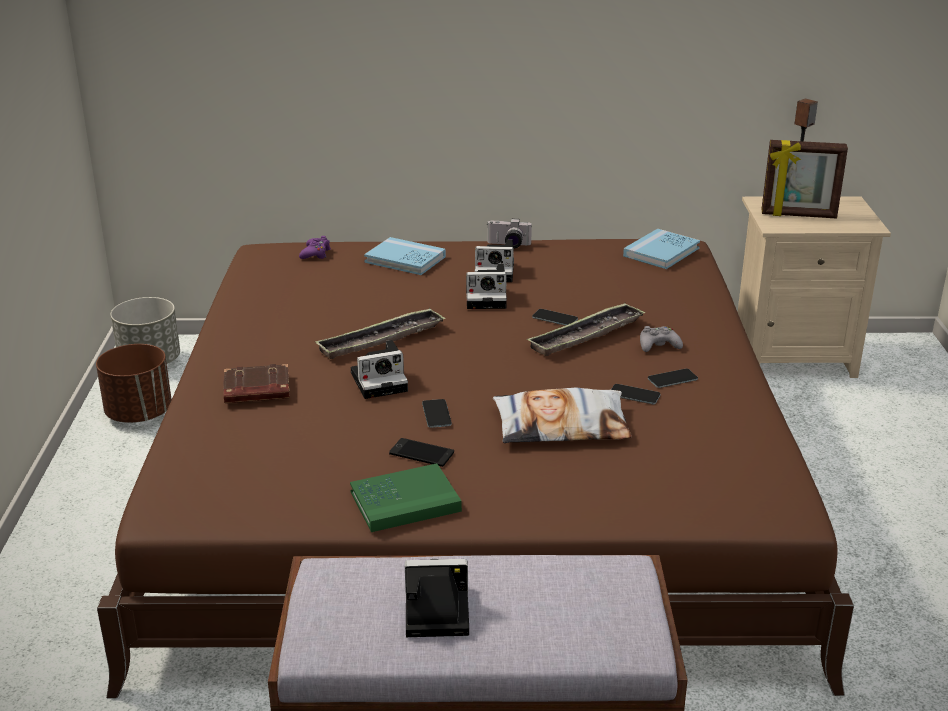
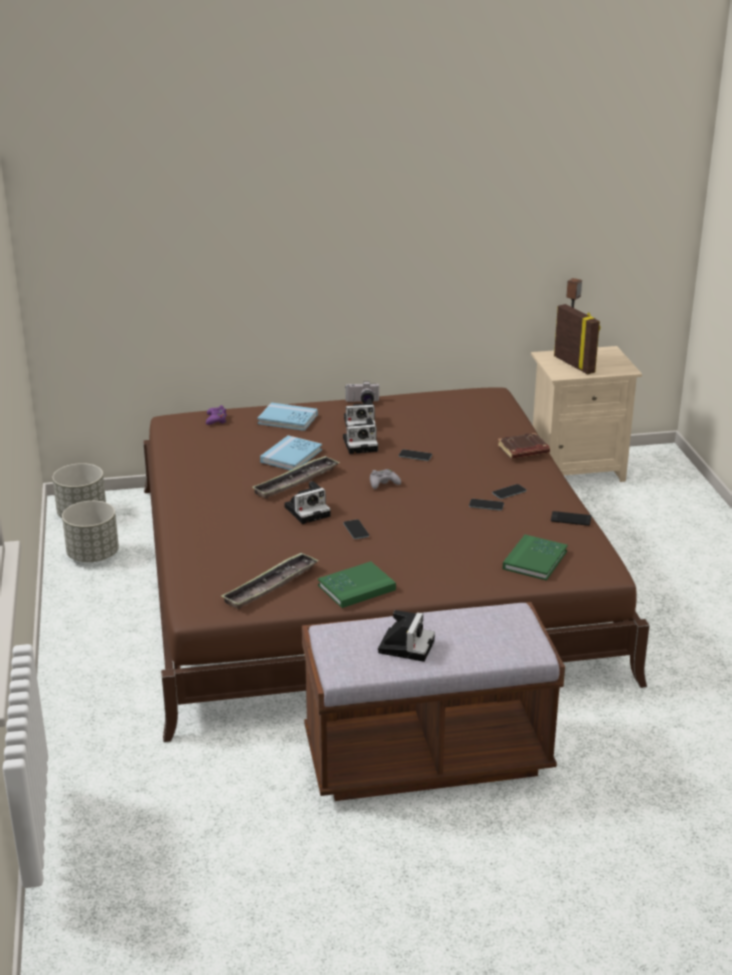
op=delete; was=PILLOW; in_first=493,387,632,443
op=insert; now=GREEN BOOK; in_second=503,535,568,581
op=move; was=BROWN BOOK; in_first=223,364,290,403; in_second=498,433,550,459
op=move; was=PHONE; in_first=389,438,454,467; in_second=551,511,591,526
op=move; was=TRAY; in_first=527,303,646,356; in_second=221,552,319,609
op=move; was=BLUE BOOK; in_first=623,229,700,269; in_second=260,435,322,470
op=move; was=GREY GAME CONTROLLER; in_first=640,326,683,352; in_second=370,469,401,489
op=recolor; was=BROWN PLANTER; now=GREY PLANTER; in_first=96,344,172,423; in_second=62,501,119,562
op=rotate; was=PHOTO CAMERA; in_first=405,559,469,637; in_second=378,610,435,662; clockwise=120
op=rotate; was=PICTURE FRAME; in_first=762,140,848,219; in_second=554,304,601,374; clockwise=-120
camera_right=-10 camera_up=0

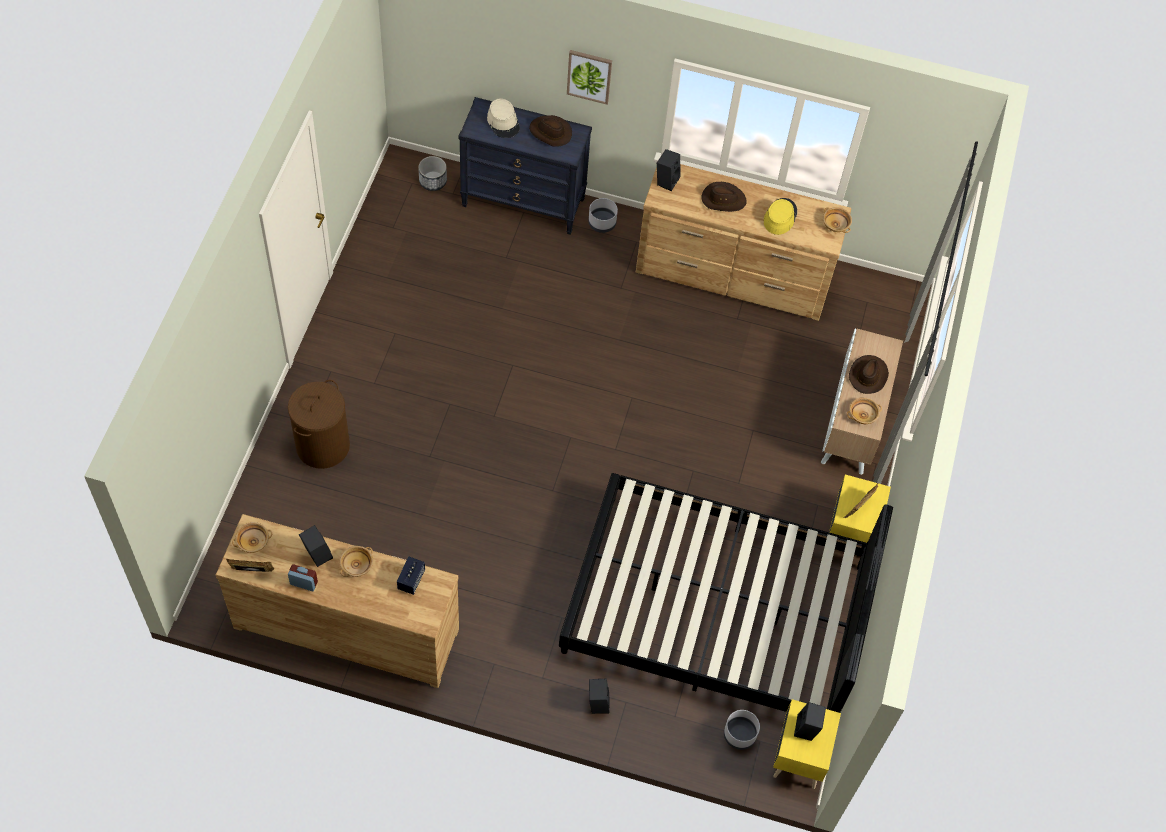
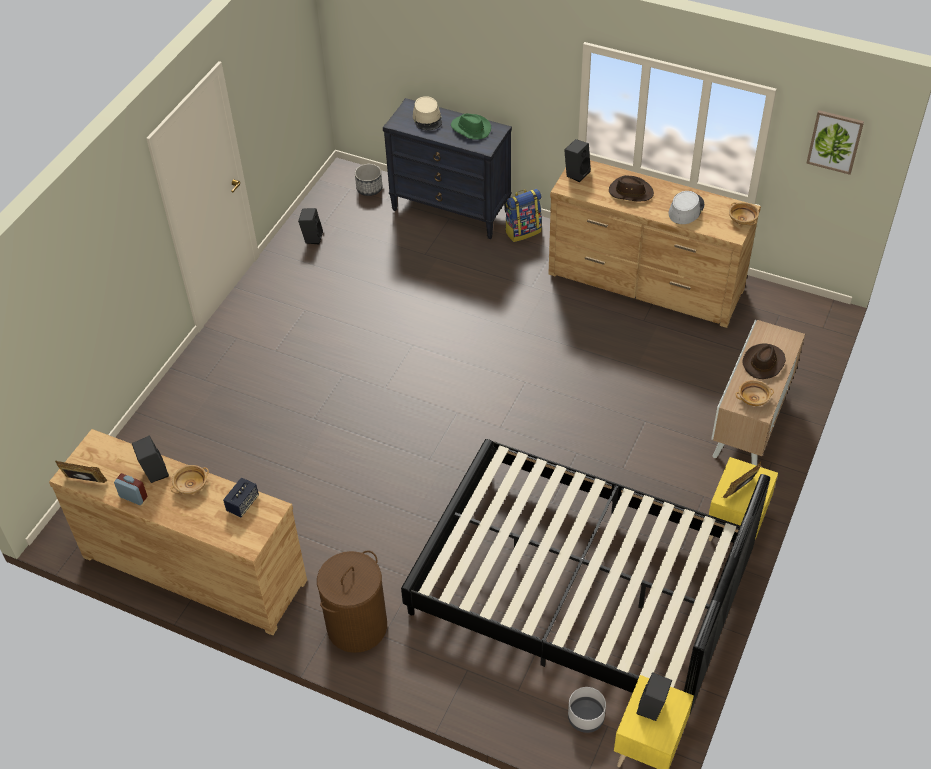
op=delete; was=BEIGE BOWL; in_first=232,522,272,553
op=move; was=BROWN LAUNDRY BASKET; in_first=288,380,350,469; in_second=317,550,387,653
op=move; was=PICTURE; in_first=567,50,612,105; in_second=807,110,864,175
op=move; was=BLACK SPEAKER; in_first=589,679,610,714; in_second=298,208,323,244
op=replace; was=GREY PLANTER; now=BACKPACK; in_first=588,198,618,233; in_second=505,189,542,242
op=recolor; was=BROWN HAT; now=GREEN HAT; in_first=529,115,572,147; in_second=451,113,491,139
op=recolor; was=YELLOW HAT; now=GREY HAT; in_first=764,198,797,235; in_second=668,191,704,224
camera_right=15 camera_up=-10

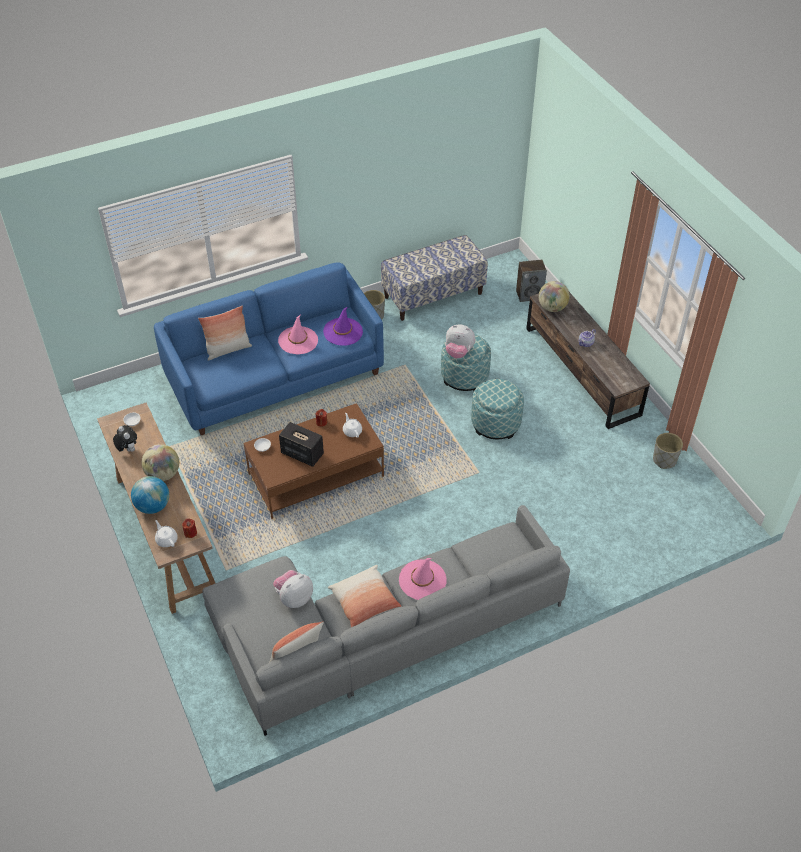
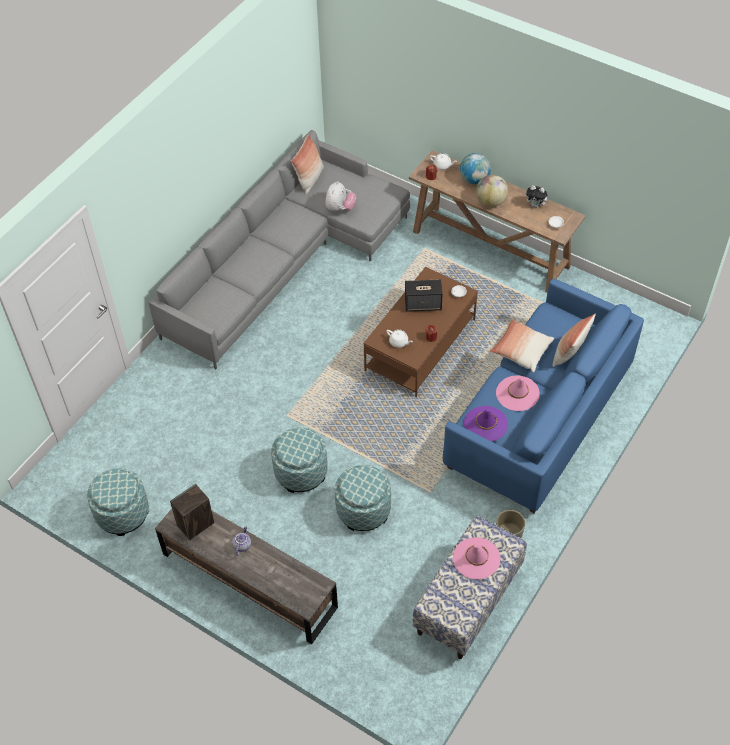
op=delete; was=PLUSH TOY; in_first=445,325,475,359
op=delete; was=GLOBE; in_first=539,281,570,312
op=move; was=PILLOW; in_first=328,565,402,627; in_second=490,319,554,372
op=move; was=PINK HAT; in_first=399,558,447,600; in_second=453,537,500,579
op=move; was=SPEAKER; in_first=516,260,547,302; in_second=170,484,214,540
op=replace; was=GREY PLANTER; now=OTTOMAN; in_first=653,433,683,469; in_second=87,468,149,536
camera_right=150 camera_up=5

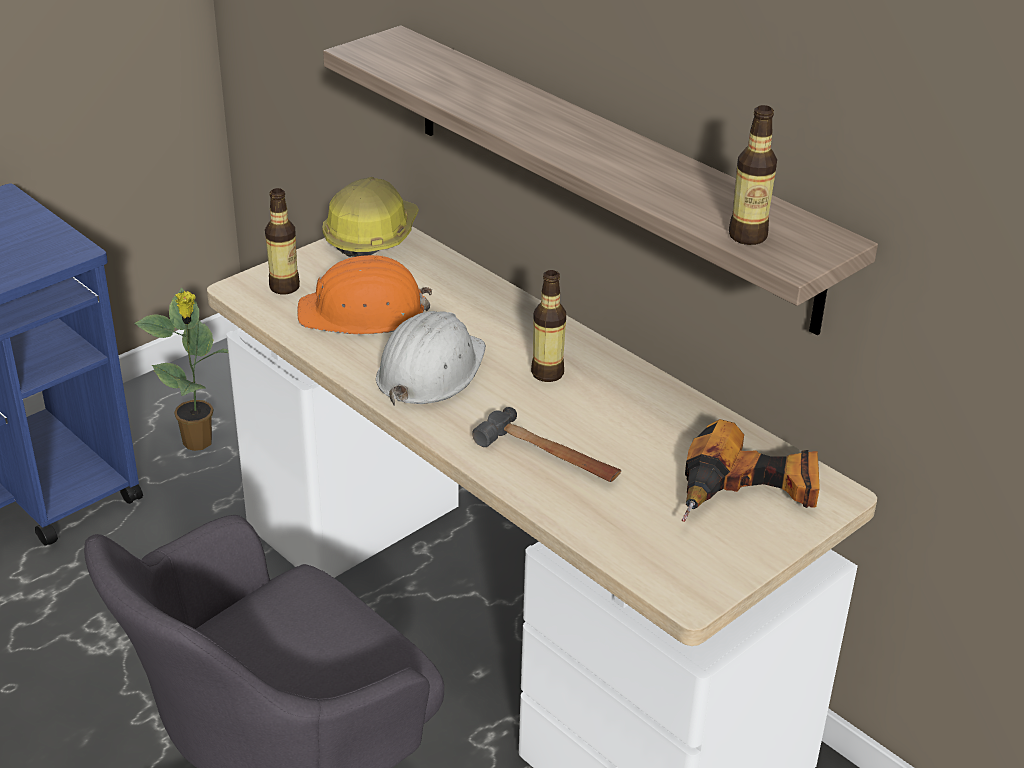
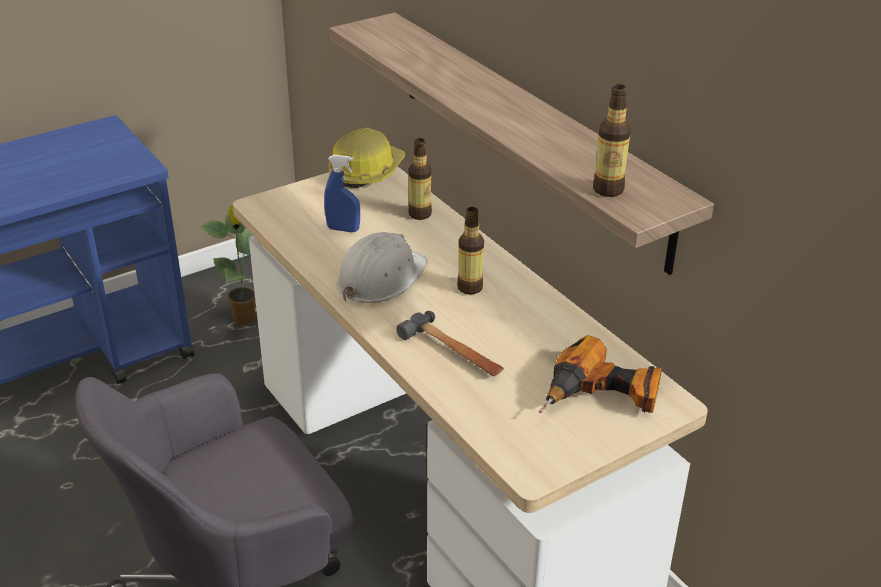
op=move; was=BOTTLE; in_first=265,188,300,294; in_second=408,138,432,220
op=replace; was=ORANGE HARD HAT; now=BLUE SPRAY BOTTLE; in_first=297,255,432,334; in_second=324,155,360,232
camera_right=10 camera_up=0

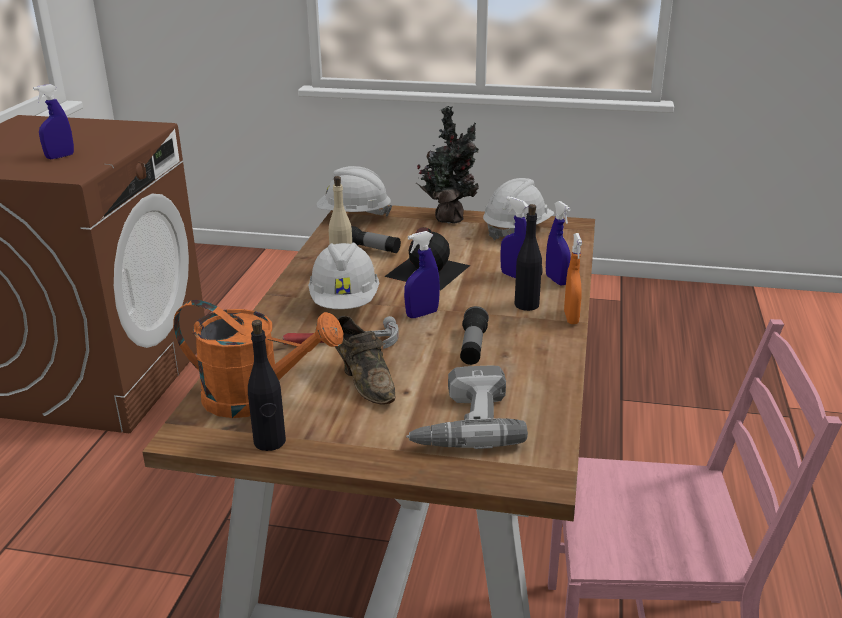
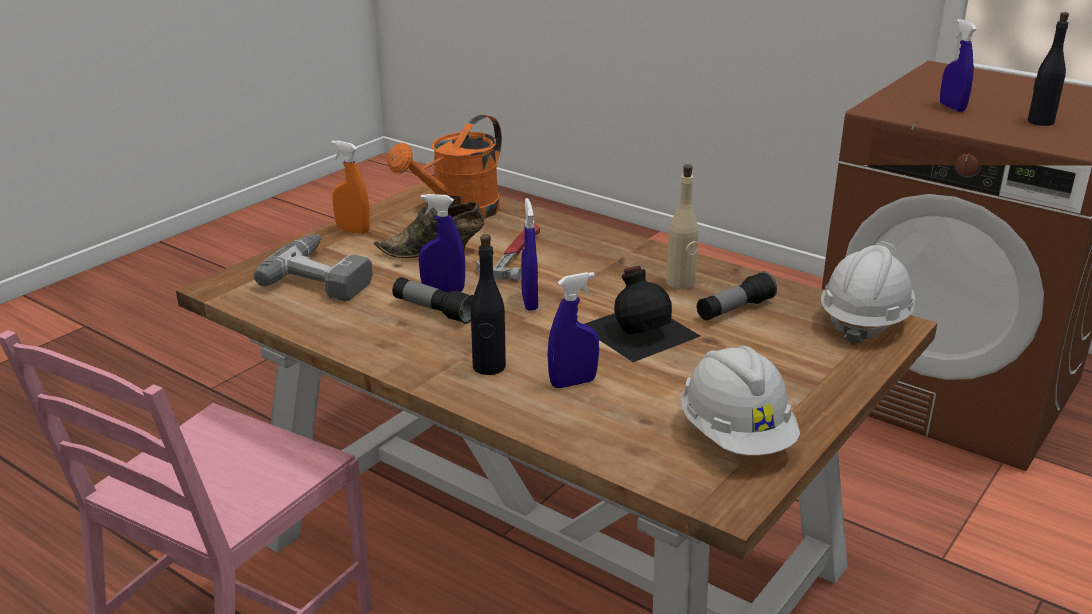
op=delete; was=WHITE HARD HAT; in_first=308,242,379,309
op=delete; was=POTTED PLANT; in_first=415,106,479,224
op=move; was=BLACK BOTTLE; in_first=248,320,286,451; in_second=1028,12,1069,126
op=move; was=BLUE SPRAY BOTTLE; in_first=546,201,571,286; in_second=419,194,465,293
op=move; was=ORANGE SPRAY BOTTLE; in_first=564,233,582,324; in_second=331,140,370,234
camera_right=115 camera_up=0

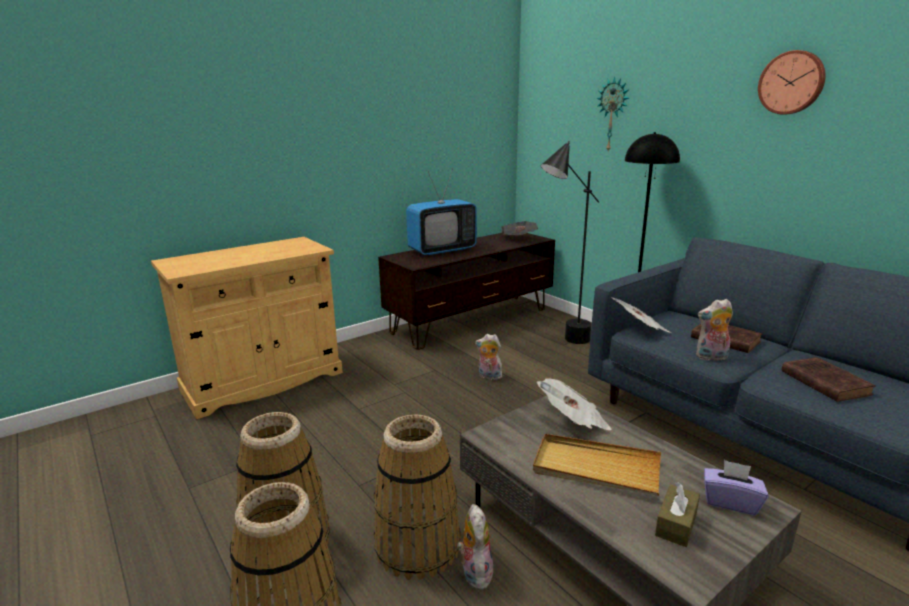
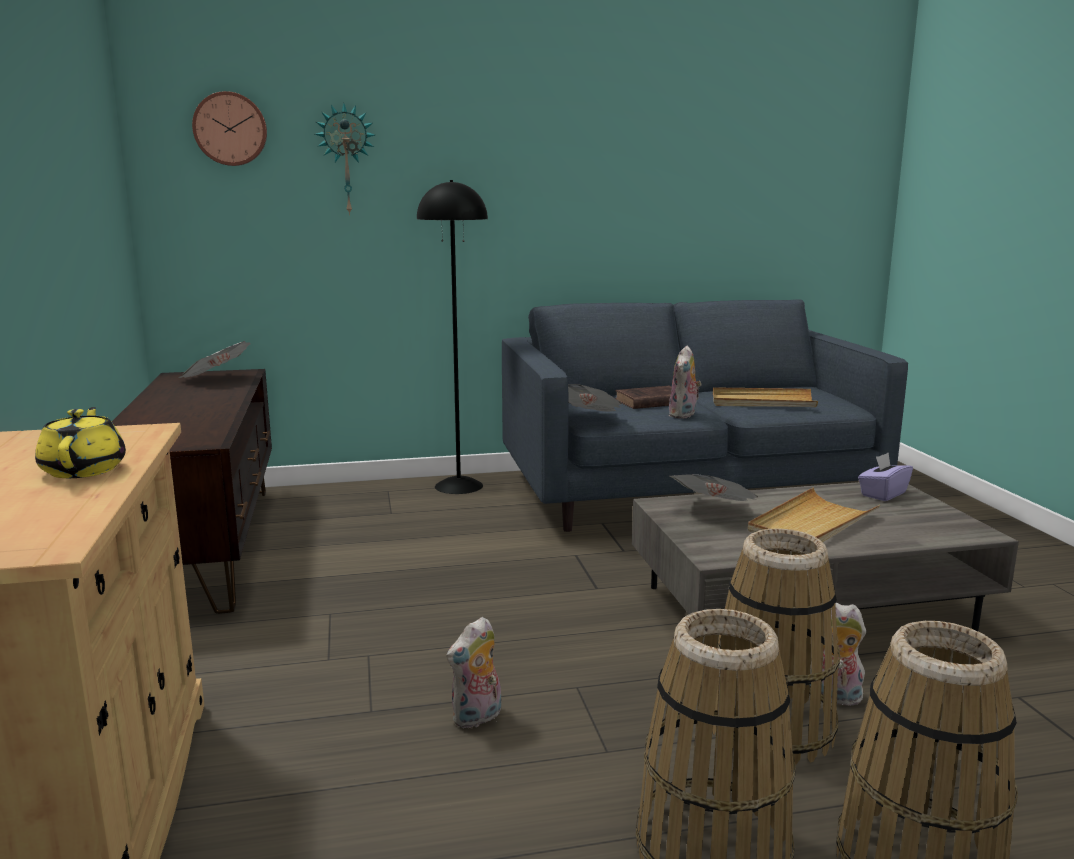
op=delete; was=TELEVISION; in_first=406,169,477,255
op=delete; was=BLACK FLOOR LAMP; in_first=541,141,599,344
op=delete; was=BROWN TISSUE BOX; in_first=655,482,700,547
op=insert; now=YELLOW TEAPOT; in_second=35,407,126,478
op=move; was=PLUSH TOY; in_first=475,334,502,380; in_second=446,617,502,728
op=move; was=WALL CLOCK; in_first=758,50,826,114; in_second=192,91,267,166
op=replace; was=BROWN BOOK; now=BEIGE TRAY; in_first=782,357,876,402; in_second=713,387,818,407
camera_right=-65 camera_up=-5

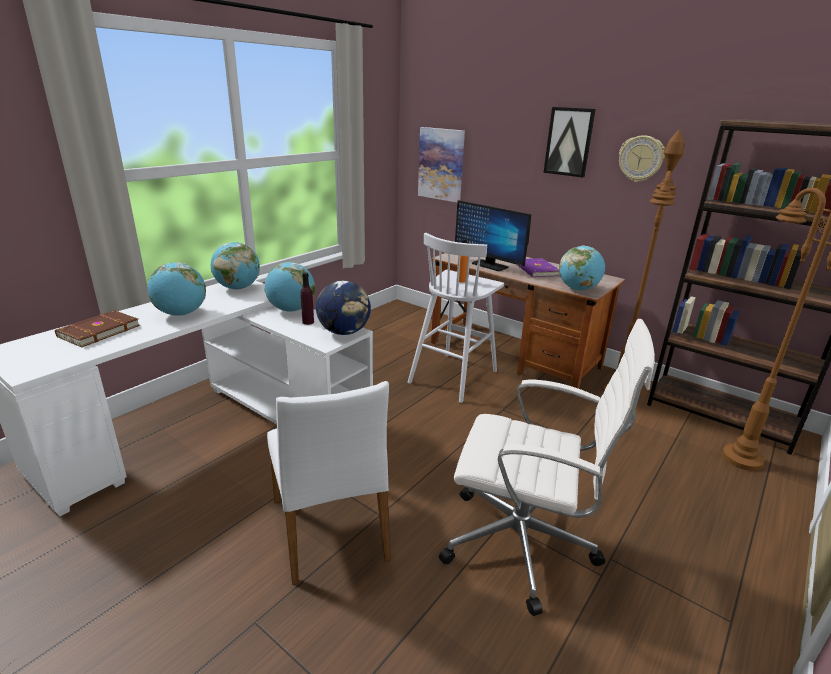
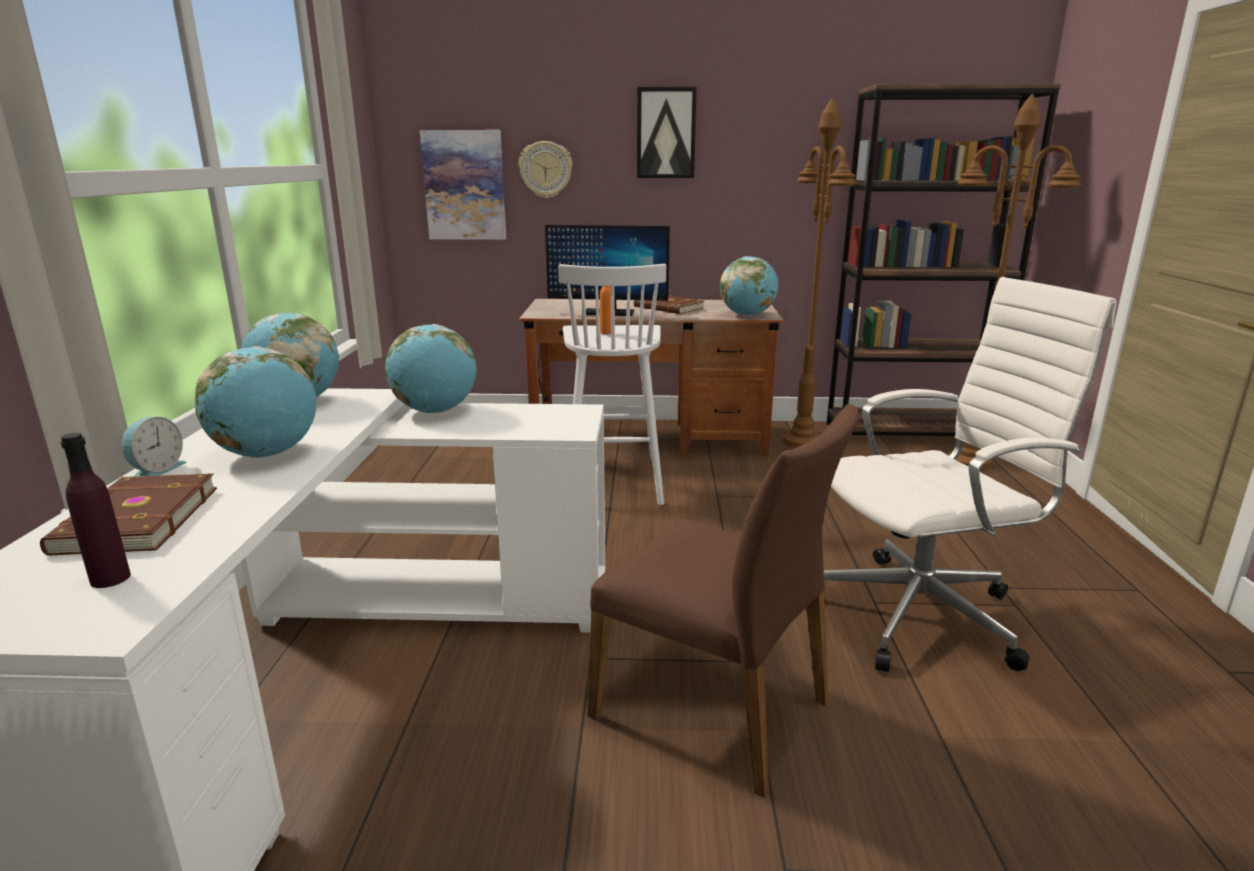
op=delete; was=GLOBE; in_first=316,281,371,335
op=insert; now=ALARM CLOCK; in_second=121,417,187,477
op=move; was=PURPLE BOTTLE; in_first=301,272,314,325; in_second=61,433,131,588
op=move; was=WALL CLOCK; in_first=619,135,665,182; in_second=519,141,573,199
op=recolor; was=WHITE CHAIR; now=BROWN CHAIR; in_first=267,381,391,585; in_second=587,404,859,798
op=recolor; was=PURPLE BOOK; now=BROWN BOOK; in_first=518,258,559,277; in_second=634,295,704,314
camera_right=-35 camera_up=-5

